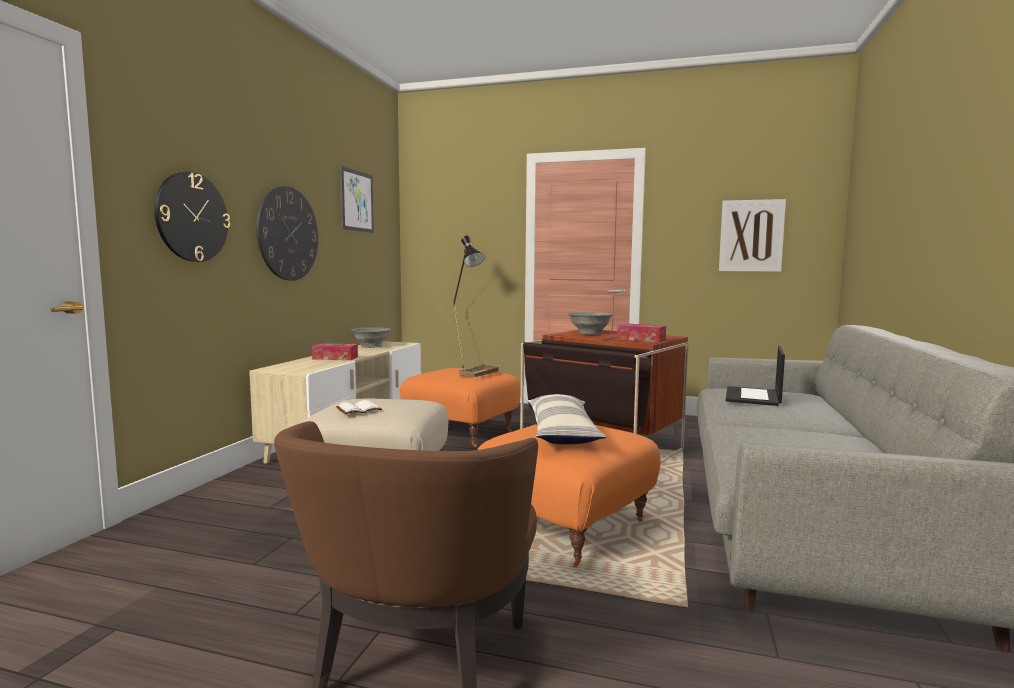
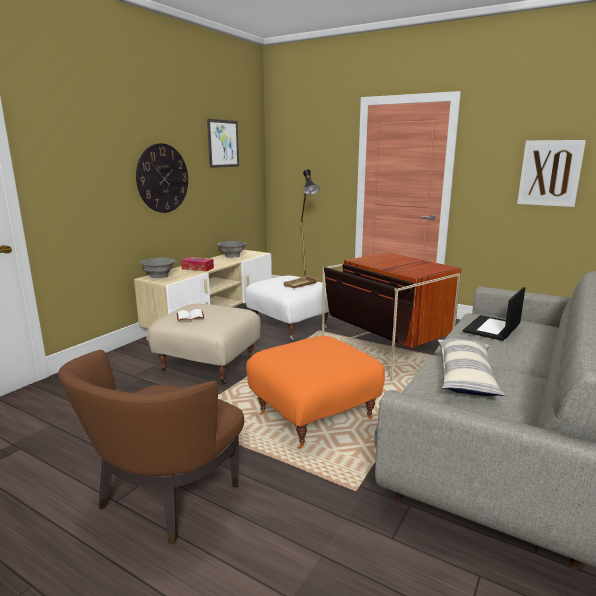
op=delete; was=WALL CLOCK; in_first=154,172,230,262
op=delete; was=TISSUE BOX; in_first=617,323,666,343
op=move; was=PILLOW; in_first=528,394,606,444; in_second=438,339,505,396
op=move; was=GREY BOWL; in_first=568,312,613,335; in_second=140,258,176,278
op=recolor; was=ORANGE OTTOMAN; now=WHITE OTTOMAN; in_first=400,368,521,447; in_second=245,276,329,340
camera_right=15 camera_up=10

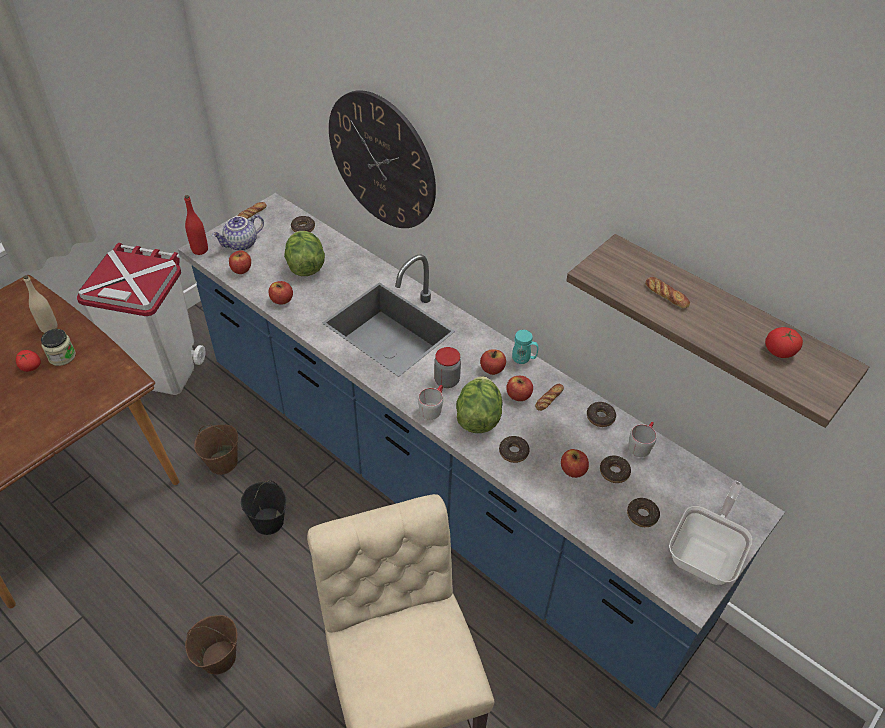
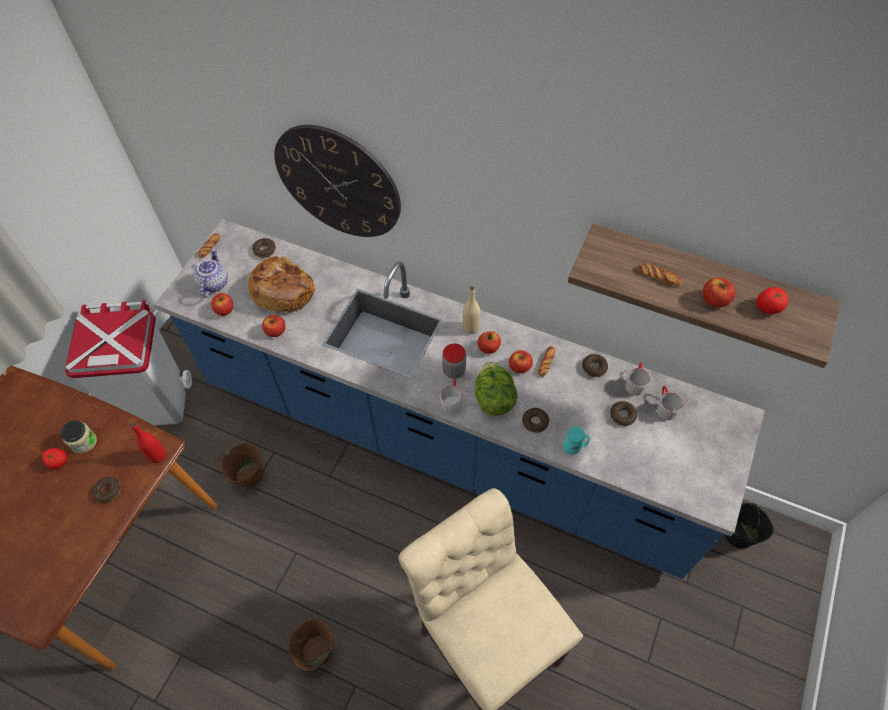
op=delete; was=FRYING PAN; in_first=669,481,753,585
op=insert; now=GREY MUG; in_second=657,386,683,420
op=move; was=BEIGE BOTTLE; in_first=23,275,58,333; in_second=462,286,480,334
op=move; was=RED BOTTLE; in_first=184,195,208,255; in_second=130,422,166,463
op=move; was=BLACK BUCKET; in_first=241,481,286,535; in_second=725,503,774,549
op=move; was=TURQUOISE MUG; in_first=512,330,538,364; in_second=563,426,590,455
op=move; was=APPLE; in_first=561,449,589,478; in_second=702,278,735,308
op=move; was=DONUT; in_first=627,498,660,527; in_second=93,477,121,503
op=replace; was=LETTUCE; now=BREAD; in_first=284,231,325,276; in_second=248,256,315,315
op=rotate; was=TEAPOT; in_first=212,215,264,251; in_second=194,248,228,298; clockwise=150
camera_right=-15 camera_up=10

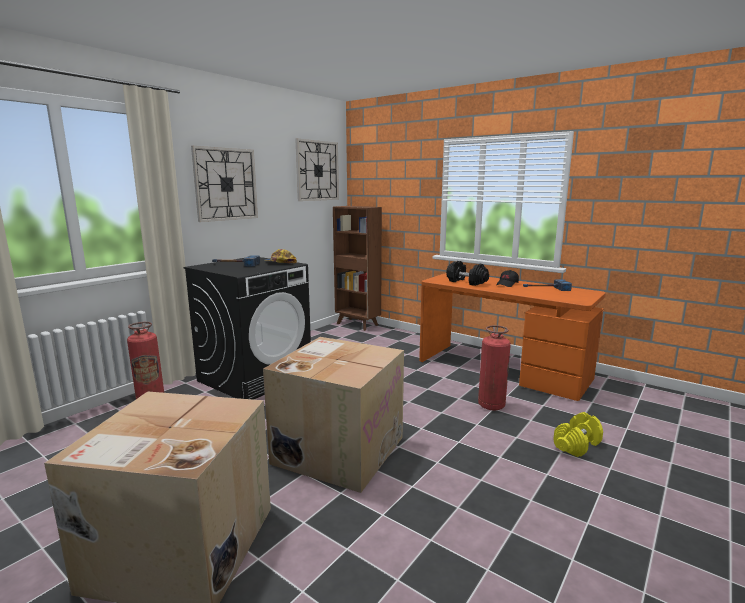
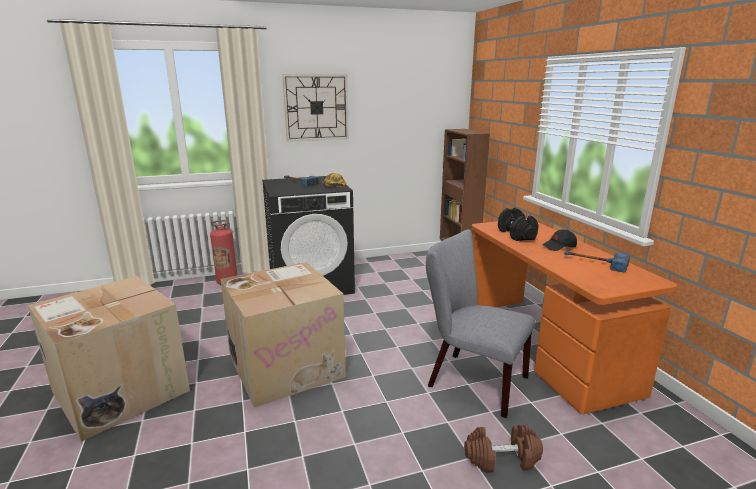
op=delete; was=WALL CLOCK; in_first=295,138,339,201
op=replace; was=FIRE EXTINGUISHER; now=GREY CHAIR; in_first=478,325,511,410; in_second=426,229,535,418
op=recolor; was=YELLOW DUMBBELL; now=BROWN DUMBBELL; in_first=553,412,603,457; in_second=464,425,543,473
camera_right=35 camera_up=5

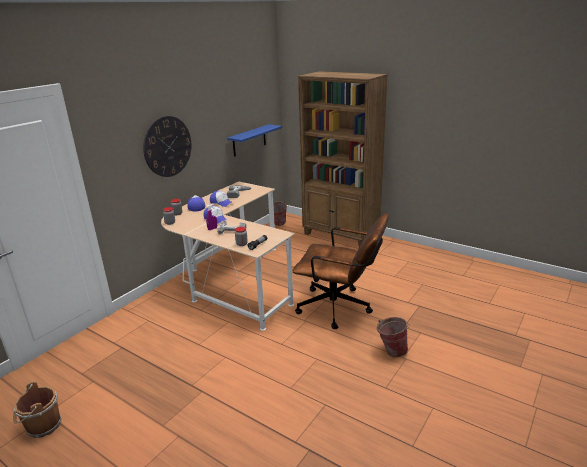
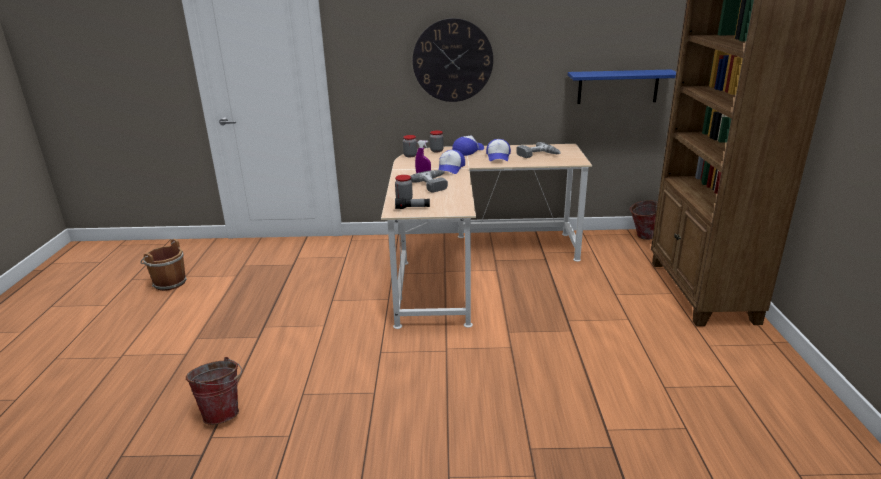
op=delete; was=BROWN OFFICE CHAIR; in_first=293,213,389,329
op=move; was=BUCKET; in_first=377,317,410,357; in_second=186,357,242,425
camera_right=55 camera_up=0

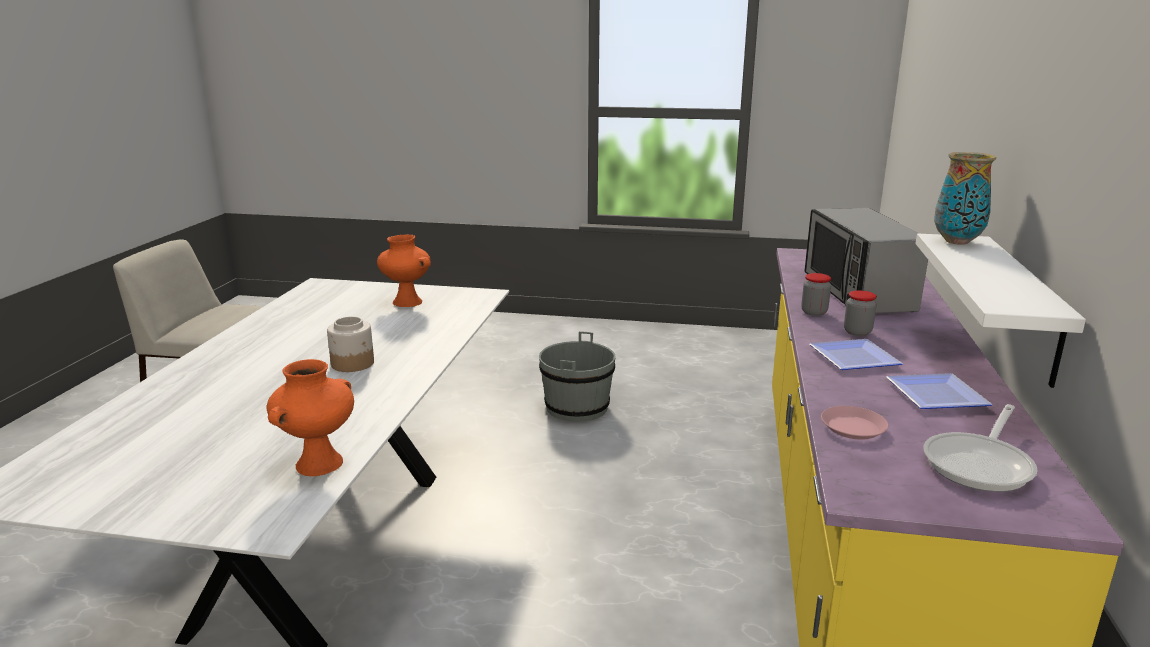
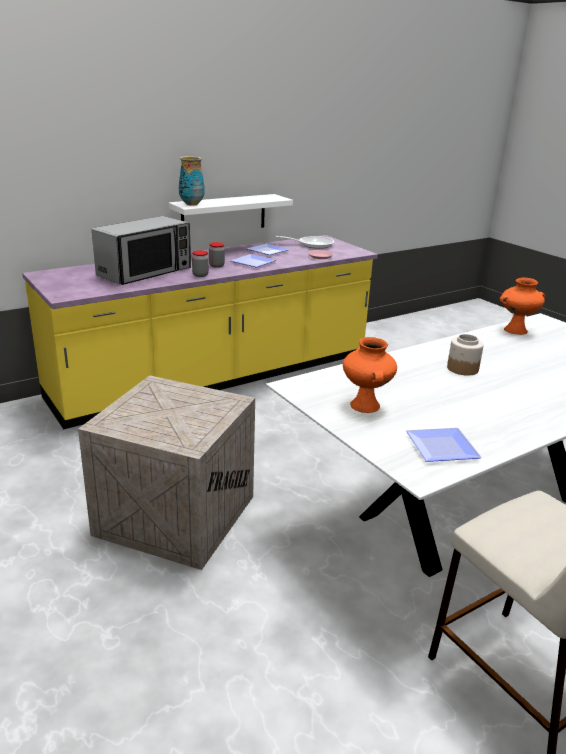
op=insert; now=PLATE; in_second=406,428,482,462
op=replace; was=GREY BUCKET; now=CRATE; in_first=539,331,616,422; in_second=78,375,255,570
camera_right=-135 camera_up=5

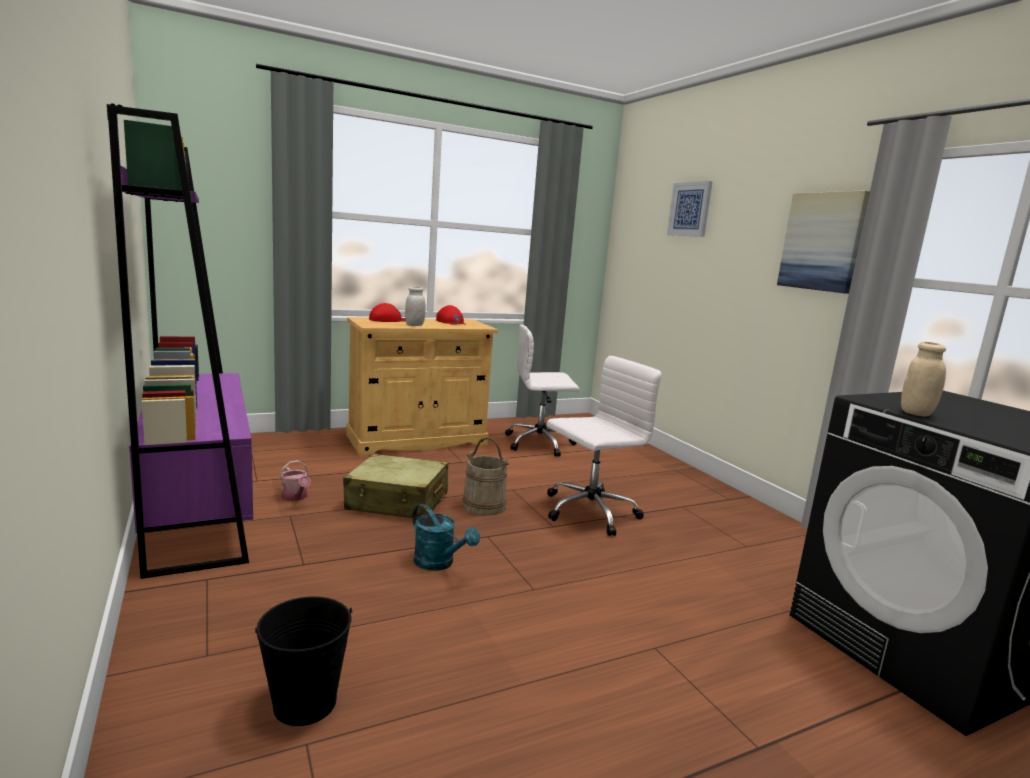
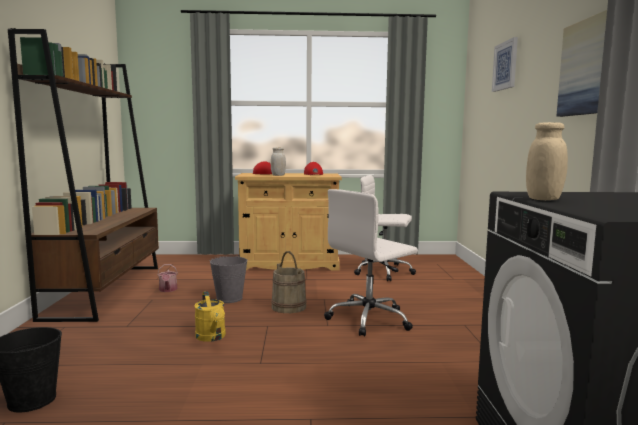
op=replace; was=BEIGE SUITCASE; now=GREY BUCKET; in_first=343,454,448,518; in_second=209,255,248,303
op=recolor; was=PURPLE BOOKCASE; now=BROWN BOOKCASE; in_first=107,104,253,579; in_second=8,28,159,322
op=recolor; was=TURQUOISE WATERING CAN; now=YELLOW WATERING CAN; in_first=412,504,480,571; in_second=194,291,226,342
op=rotate; was=WHITE OFFICE CHAIR; in_first=547,356,662,536; in_second=324,189,418,337; clockwise=150
camera_right=25 camera_up=-5

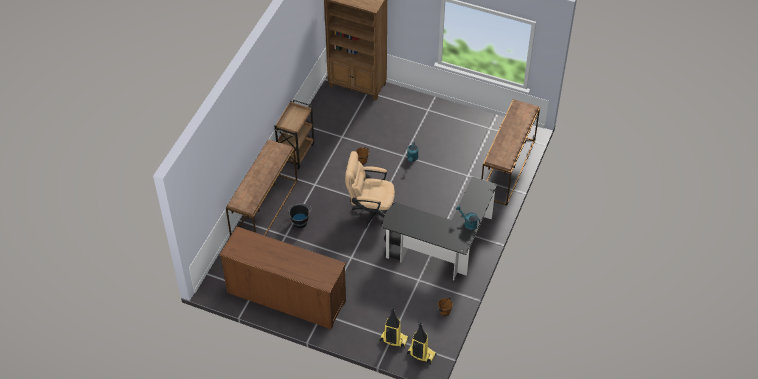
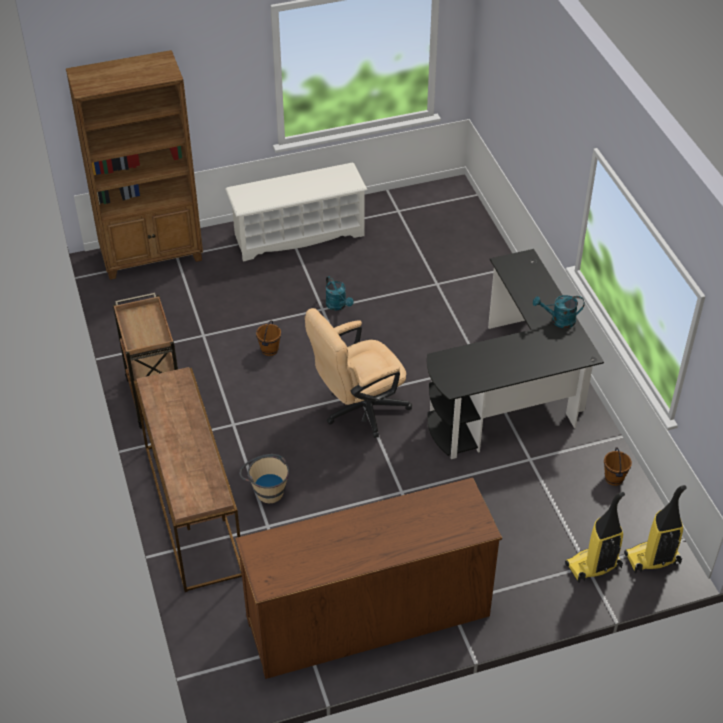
op=delete; was=BROWN CONSOLE TABLE; in_first=481,99,540,206
op=insert; now=WHITE SHOE RACK; in_second=225,163,368,262
op=recolor; was=BLACK BUCKET; now=BEIGE BUCKET; in_first=288,204,312,228; in_second=239,454,290,503
camera_right=-40 camera_up=-5

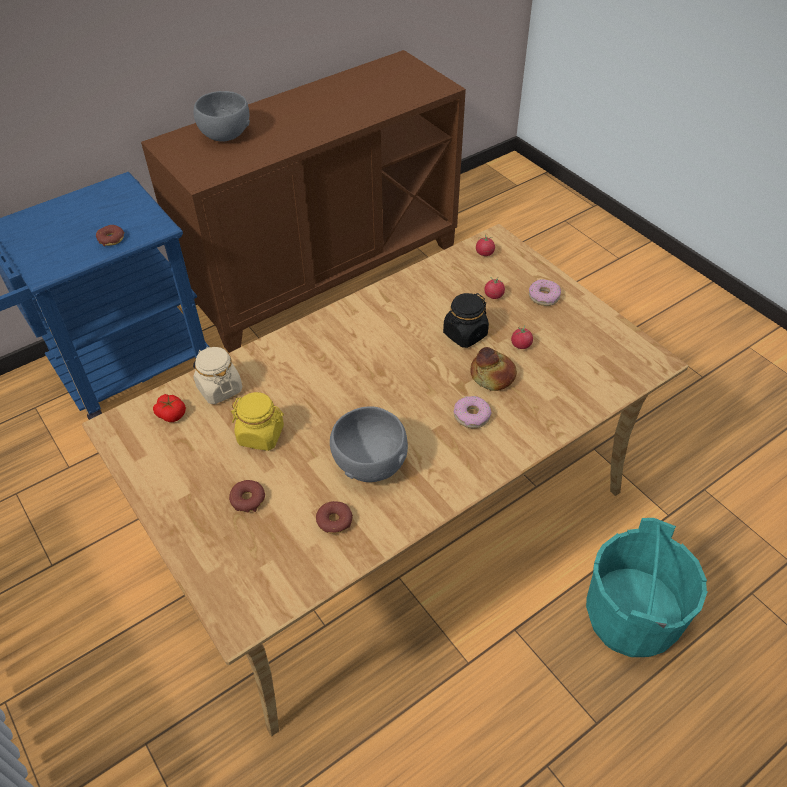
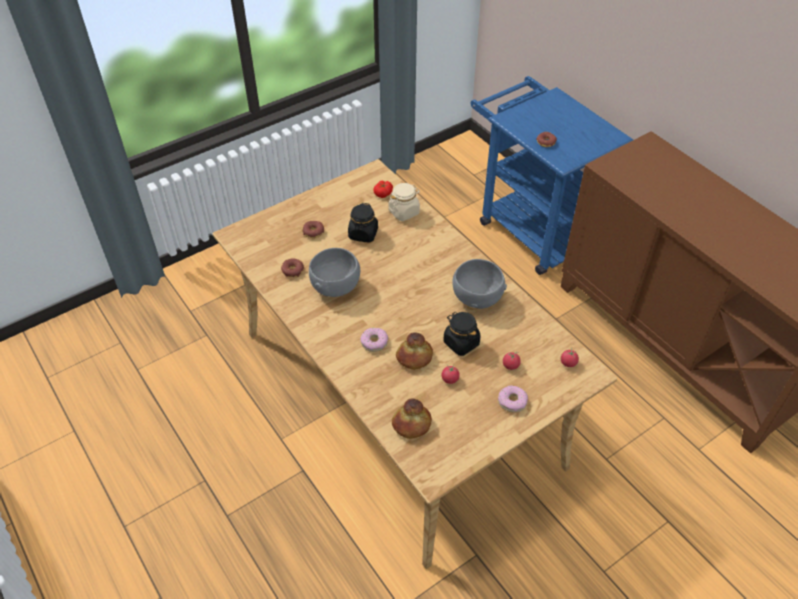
op=delete; was=TURQUOISE BUCKET; in_first=586,518,708,657
op=insert; now=BREAD; in_second=392,399,432,439
op=move; was=GREY BOWL; in_first=193,91,250,141; in_second=452,259,507,309
op=recolor; was=YELLOW JAR; now=BLACK JAR; in_first=231,392,284,451; in_second=348,203,378,243
camera_right=90 camera_up=0

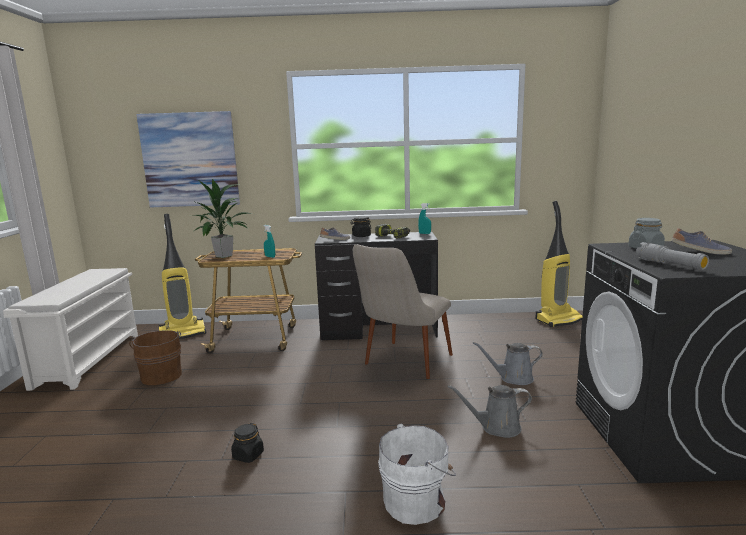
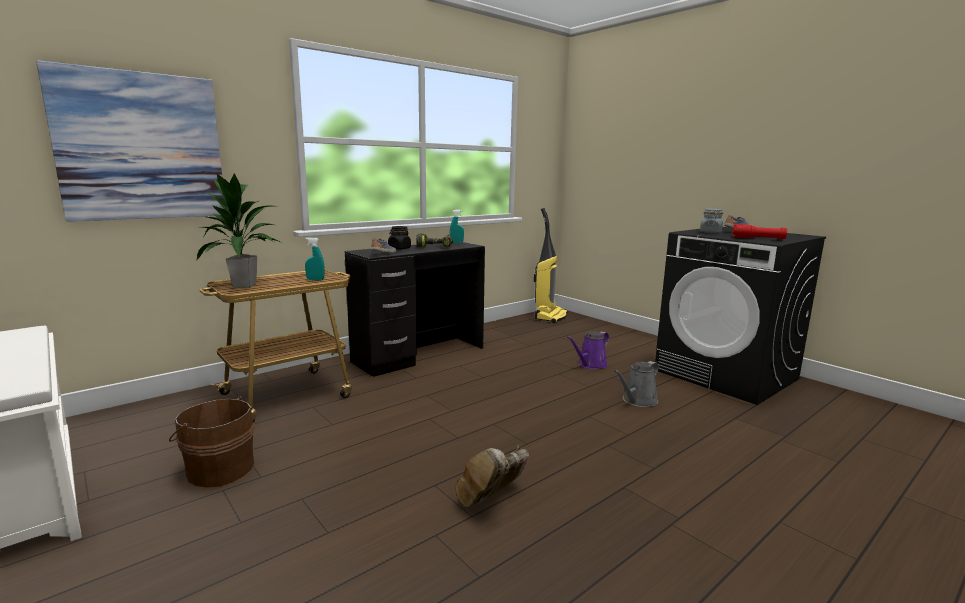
op=delete; was=VACUUM CLEANER; in_first=159,214,206,339
op=delete; was=BEIGE CHAIR; in_first=353,244,453,379
op=delete; was=WHITE BUCKET; in_first=378,423,456,525
op=replace; was=BLACK JAR; now=BROWN BOOT; in_first=231,423,264,463; in_second=456,445,529,507
op=recolor; was=GREY WATERING CAN; now=PURPLE WATERING CAN; in_first=473,342,543,385; in_second=567,331,609,369
op=recolor; was=GREY FLASHLIGHT; now=RED FLASHLIGHT; in_first=636,242,709,270; in_second=732,224,787,239
camera_right=-40 camera_up=0

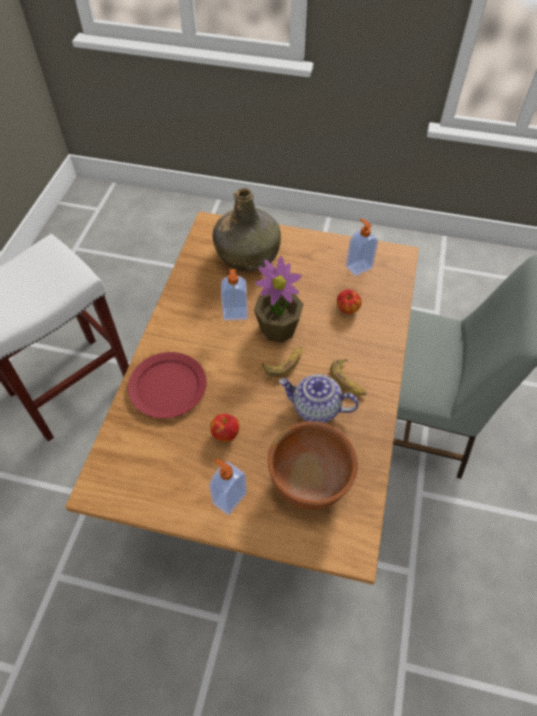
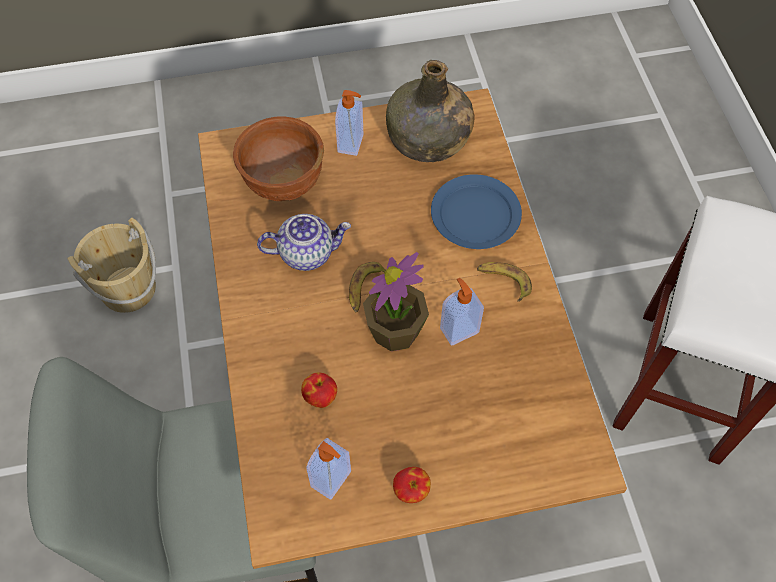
op=insert; now=BEIGE BUCKET; in_second=67,217,156,313
op=move; was=APPLE; in_first=210,414,239,442; in_second=393,467,431,503
op=move; was=GREEN BOTTLE; in_first=213,188,281,272; in_second=386,60,474,162
op=move; was=BANANA; in_first=330,359,366,396; in_second=477,262,532,302
op=recolor; was=RED PLATE; now=BLUE PLATE; in_first=128,352,207,418; in_second=431,174,522,249
camera_right=155 camera_up=5

